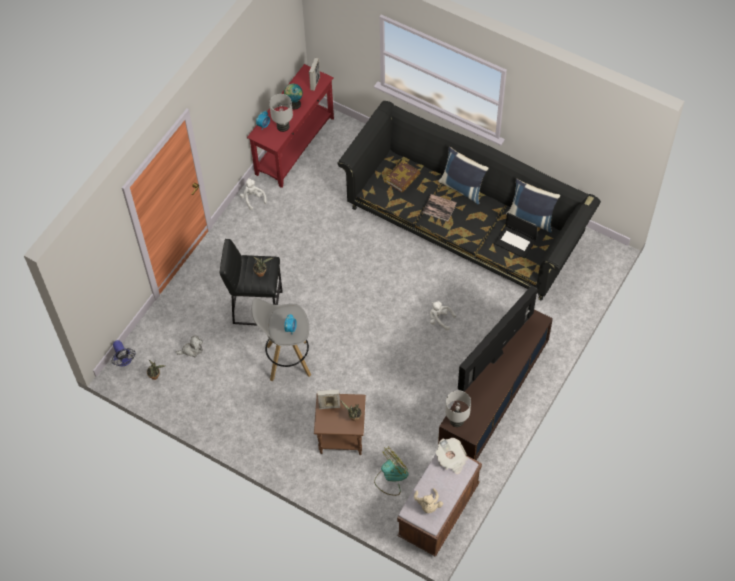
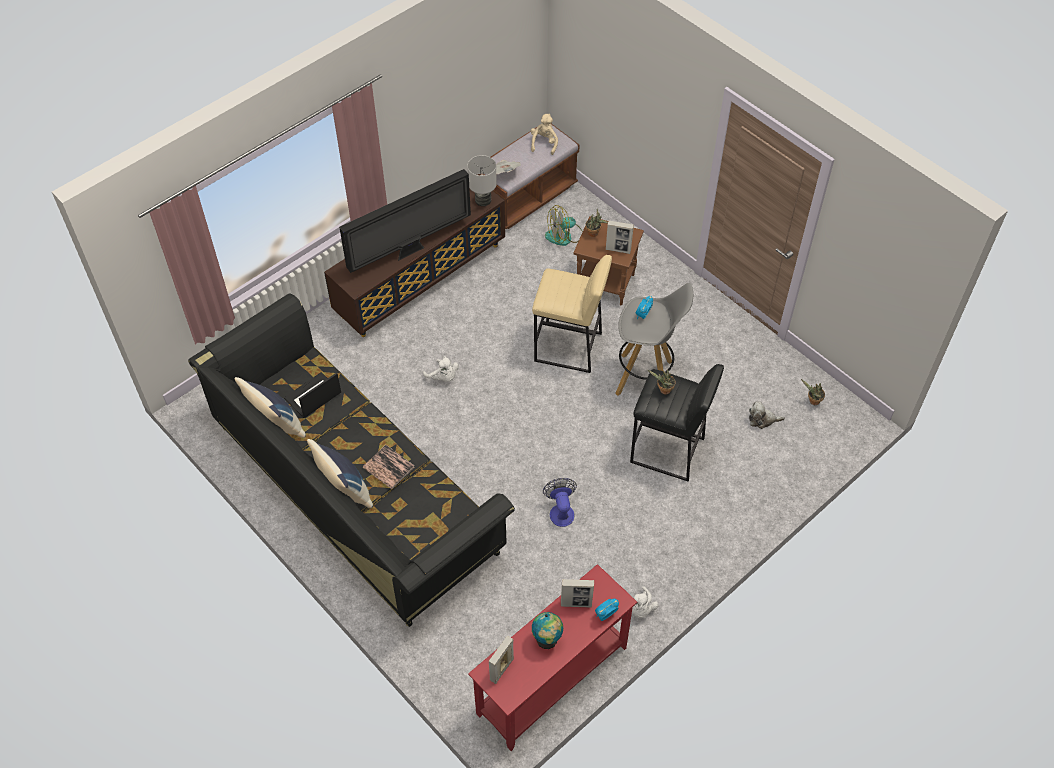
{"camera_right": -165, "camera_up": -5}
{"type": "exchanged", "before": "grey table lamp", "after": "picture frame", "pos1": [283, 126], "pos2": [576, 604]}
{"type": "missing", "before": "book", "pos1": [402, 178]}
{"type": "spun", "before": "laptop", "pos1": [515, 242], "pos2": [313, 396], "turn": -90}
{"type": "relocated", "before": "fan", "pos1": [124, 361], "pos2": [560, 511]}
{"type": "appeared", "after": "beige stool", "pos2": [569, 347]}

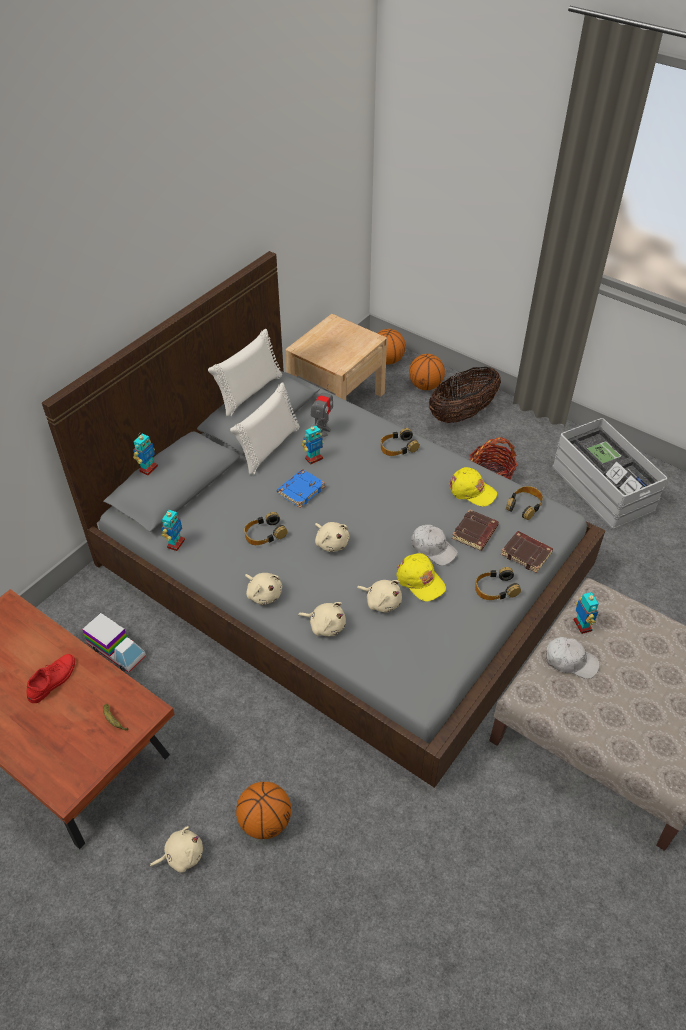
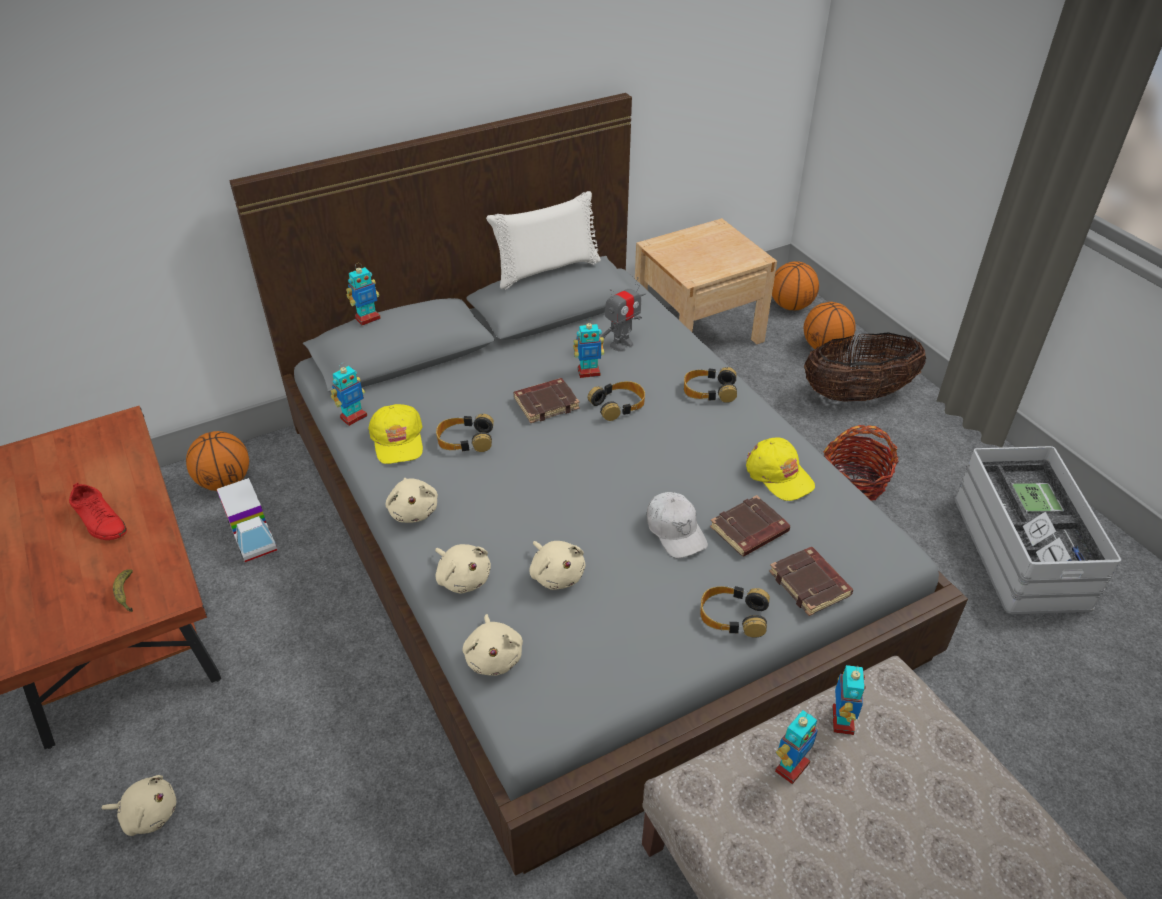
{"camera_right": 25, "camera_up": -5}
{"type": "missing", "before": "white pillow", "pos1": [268, 447]}
{"type": "colour", "before": "blue book", "after": "brown book", "pos1": [301, 490], "pos2": [546, 403]}
{"type": "relocated", "before": "headphones", "pos1": [524, 505], "pos2": [618, 405]}
{"type": "relocated", "before": "beige plush toy", "pos1": [331, 542], "pos2": [494, 656]}
{"type": "relocated", "before": "yellow cap", "pos1": [420, 580], "pos2": [398, 440]}
{"type": "exchanged", "before": "white cap", "after": "toy robot", "pos1": [570, 661], "pos2": [791, 767]}
{"type": "spun", "before": "red shoe", "pos1": [52, 680], "pos2": [100, 521], "turn": 75}
{"type": "relocated", "before": "basketball", "pos1": [265, 822], "pos2": [225, 482]}

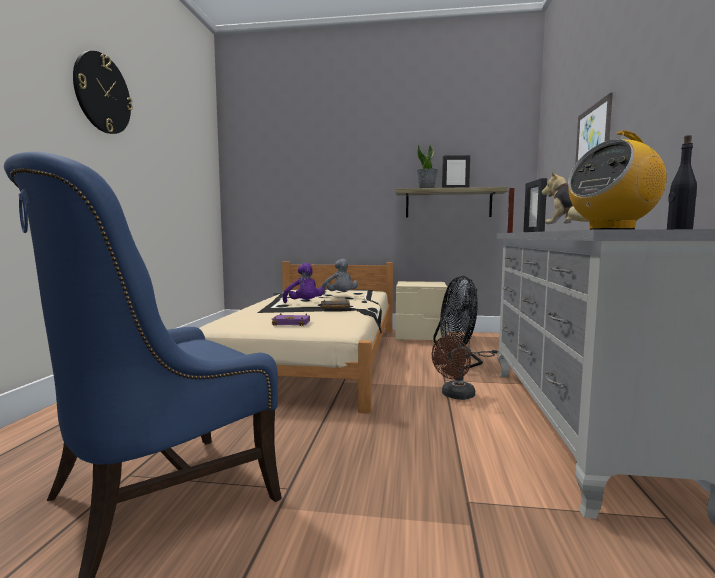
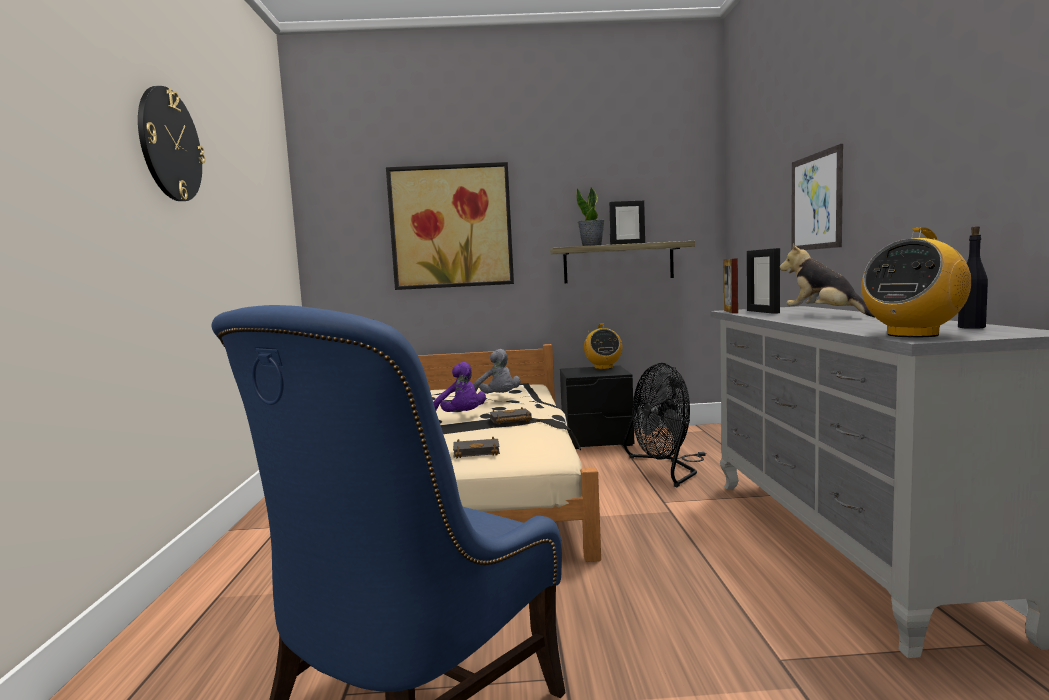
{"camera_right": -10, "camera_up": 0}
{"type": "colour", "before": "beige nightstand", "after": "black nightstand", "pos1": [420, 336], "pos2": [596, 440]}
{"type": "colour", "before": "purple book", "after": "black book", "pos1": [292, 323], "pos2": [477, 452]}
{"type": "missing", "before": "brown fan", "pos1": [455, 396]}
{"type": "appeared", "after": "picture", "pos2": [451, 227]}
{"type": "appeared", "after": "radio", "pos2": [603, 367]}

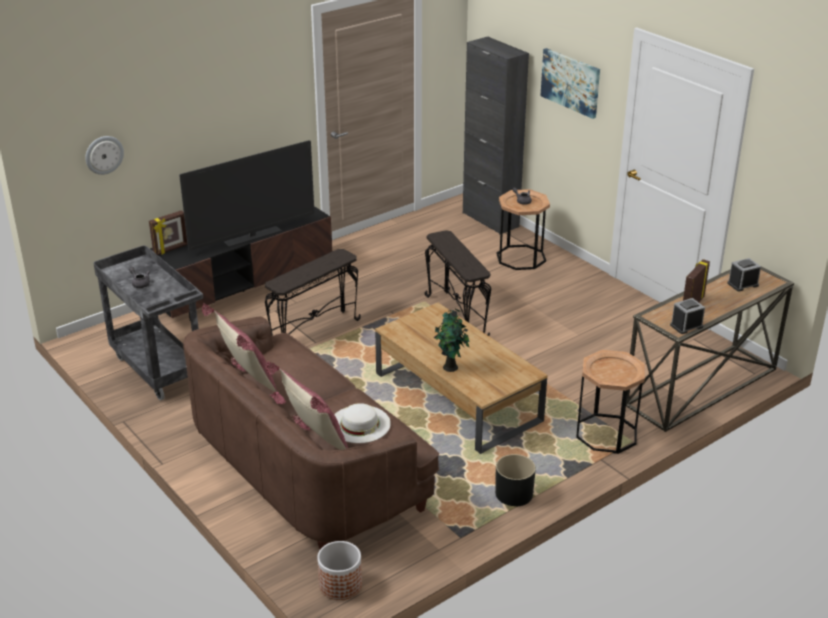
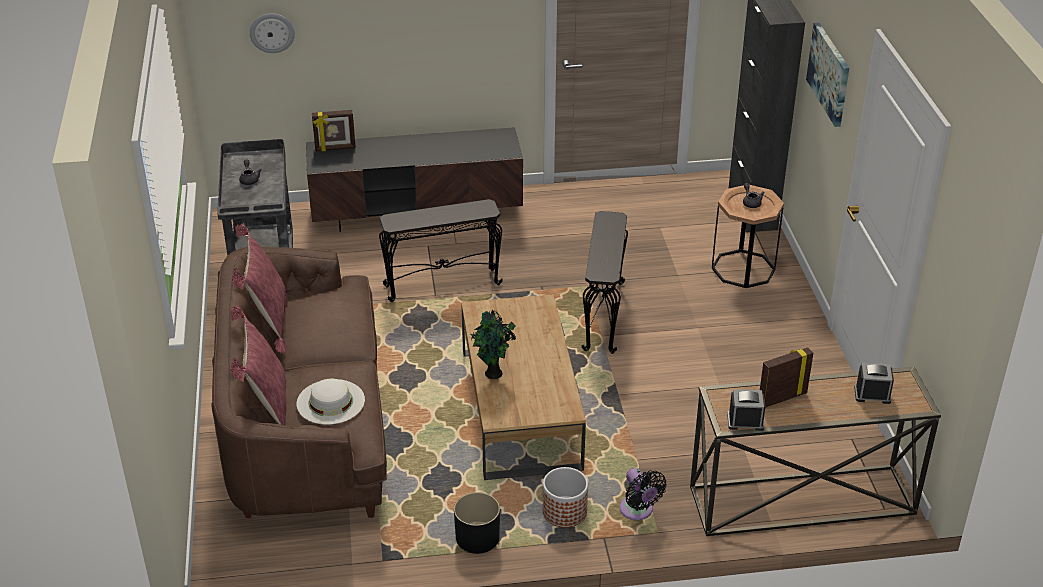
{"camera_right": 30, "camera_up": 5}
{"type": "missing", "before": "television", "pos1": [252, 237]}
{"type": "exchanged", "before": "brown side table", "after": "black fan", "pos1": [606, 433], "pos2": [638, 511]}
{"type": "relocated", "before": "planter", "pos1": [340, 584], "pos2": [565, 511]}

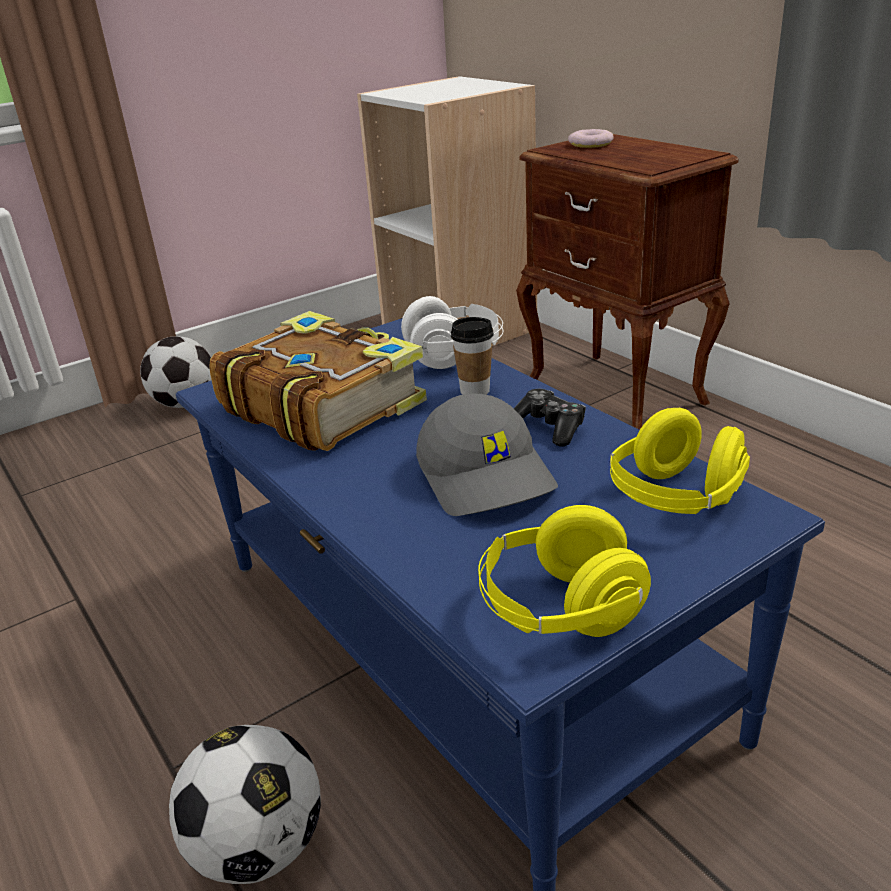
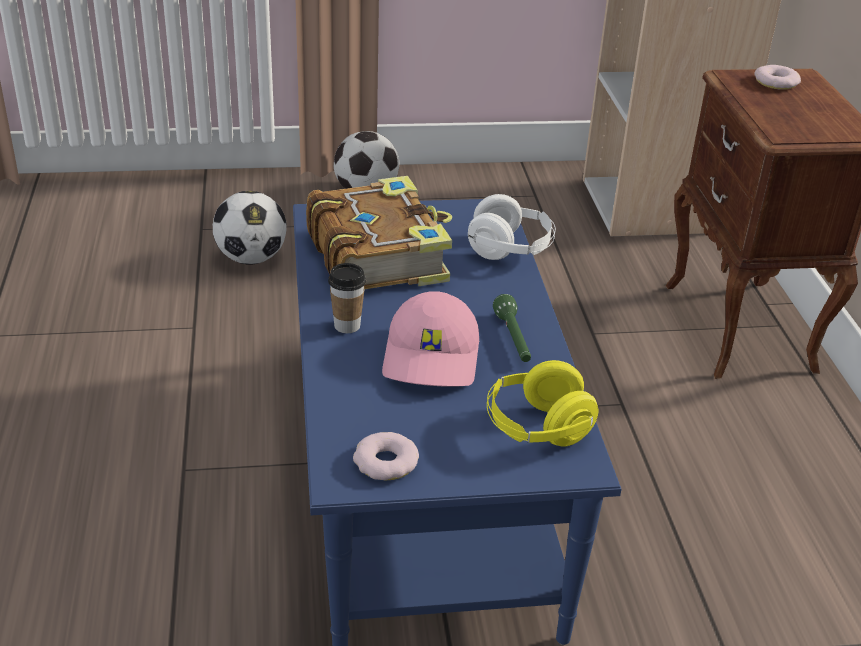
{"camera_right": 25, "camera_up": 5}
{"type": "relocated", "before": "cup", "pos1": [475, 391], "pos2": [347, 325]}
{"type": "exchanged", "before": "game controller", "after": "green flashlight", "pos1": [549, 427], "pos2": [513, 339]}
{"type": "colour", "before": "grey cap", "after": "pink cap", "pos1": [488, 476], "pos2": [433, 358]}
{"type": "exchanged", "before": "yellow headphones", "after": "donut", "pos1": [560, 610], "pos2": [386, 462]}
{"type": "relocated", "before": "football", "pos1": [258, 848], "pos2": [251, 258]}

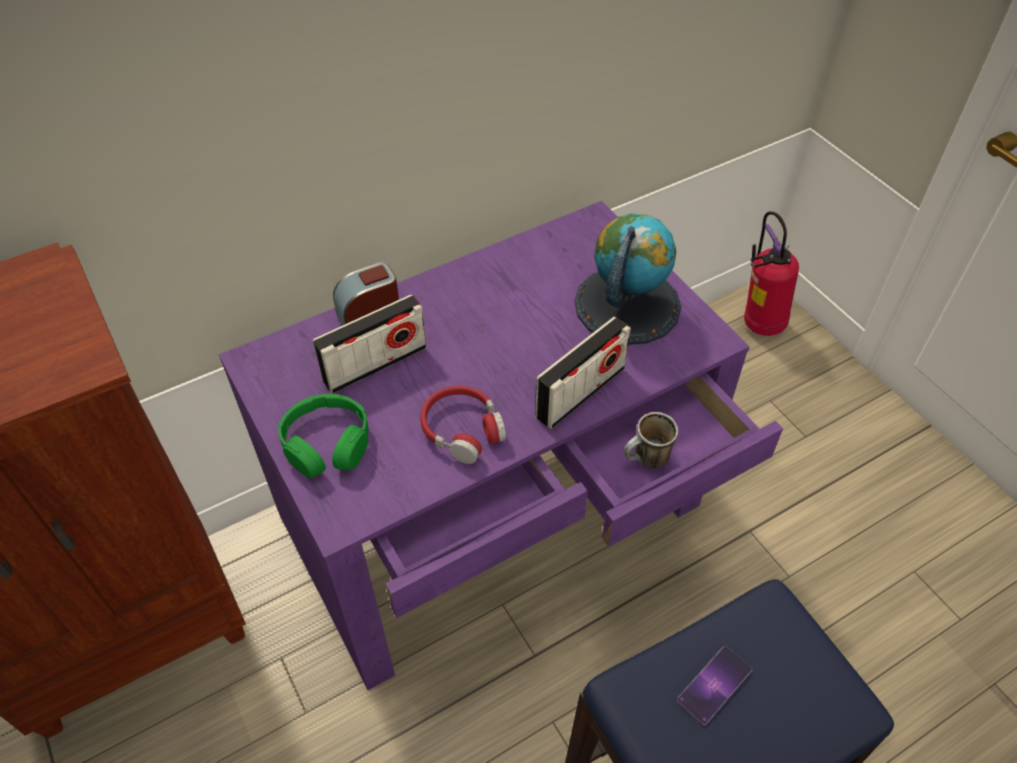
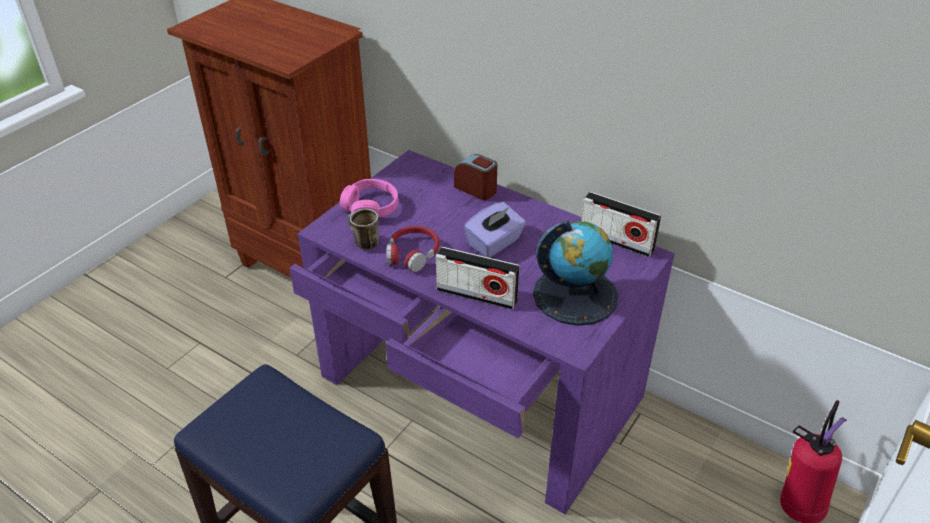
{"camera_right": 65, "camera_up": -10}
{"type": "relocated", "before": "radio", "pos1": [375, 364], "pos2": [616, 241]}
{"type": "colour", "before": "green headphones", "after": "pink headphones", "pos1": [327, 444], "pos2": [370, 208]}
{"type": "relocated", "before": "mug", "pos1": [646, 461], "pos2": [363, 242]}
{"type": "missing", "before": "phone", "pos1": [714, 685]}
{"type": "appeared", "after": "purple tissue box", "pos2": [494, 243]}

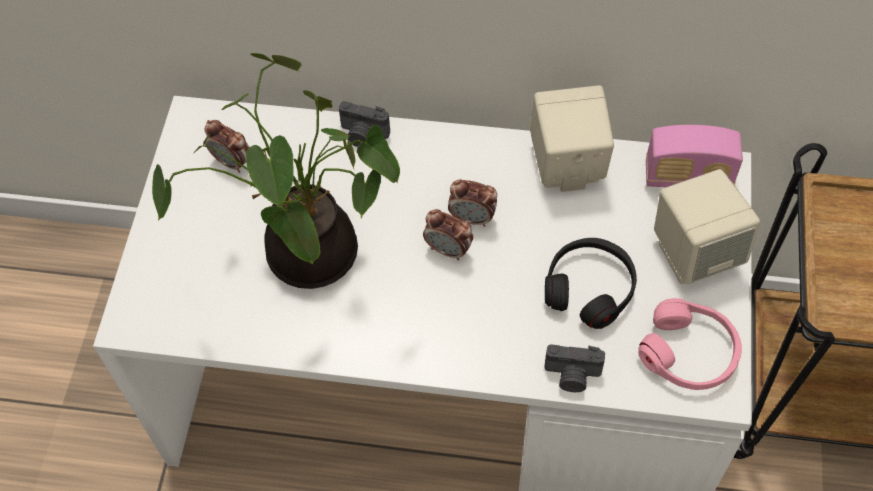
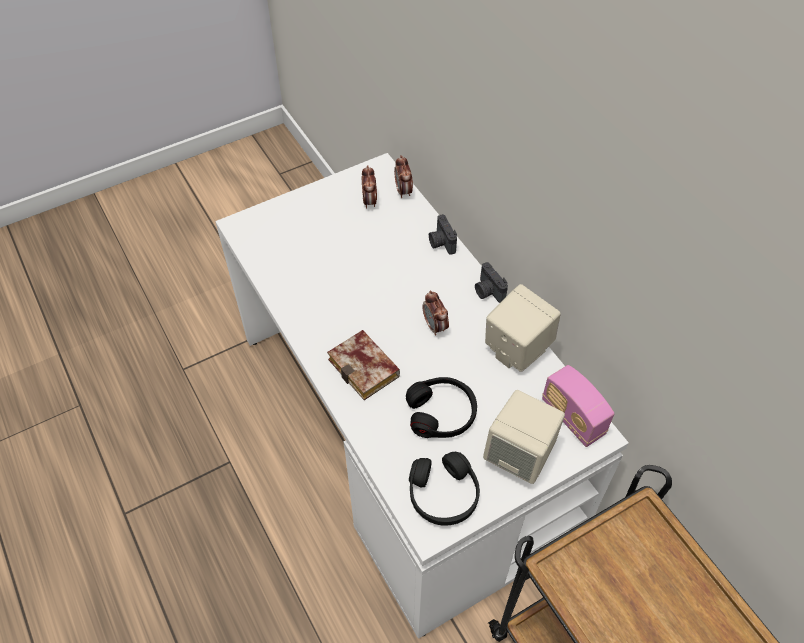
{"camera_right": 50, "camera_up": -5}
{"type": "missing", "before": "potted plant", "pos1": [305, 258]}
{"type": "relocated", "before": "alarm clock", "pos1": [448, 250], "pos2": [403, 191]}
{"type": "colour", "before": "pink headphones", "after": "black headphones", "pos1": [689, 352], "pos2": [443, 494]}
{"type": "relocated", "before": "photo camera", "pos1": [572, 376], "pos2": [488, 291]}
{"type": "appeared", "after": "book", "pos2": [367, 369]}

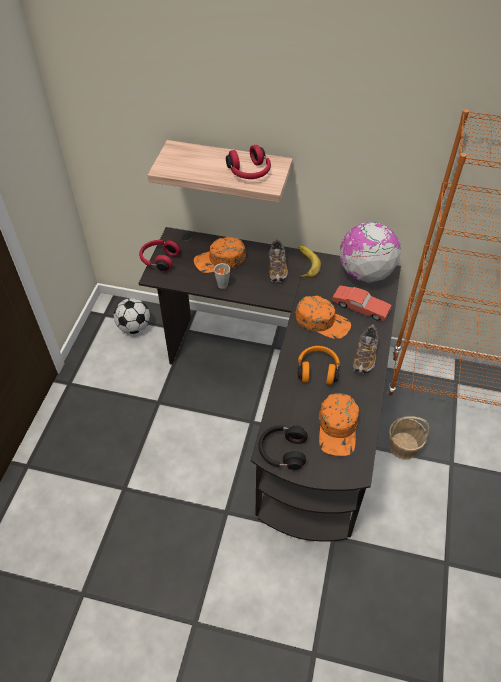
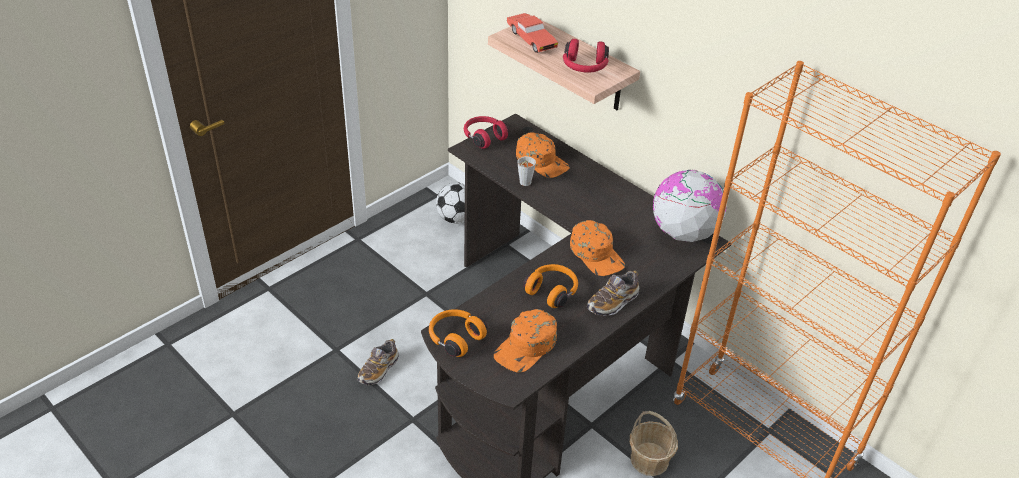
{"camera_right": 30, "camera_up": -10}
{"type": "spun", "before": "orange cap", "pos1": [220, 260], "pos2": [542, 161], "turn": -150}
{"type": "relocated", "before": "shoe", "pos1": [277, 268], "pos2": [379, 370]}
{"type": "missing", "before": "banana", "pos1": [304, 264]}
{"type": "relocated", "before": "red toy car", "pos1": [360, 308], "pos2": [531, 40]}
{"type": "colour", "before": "black headphones", "after": "orange headphones", "pos1": [282, 451], "pos2": [455, 338]}

